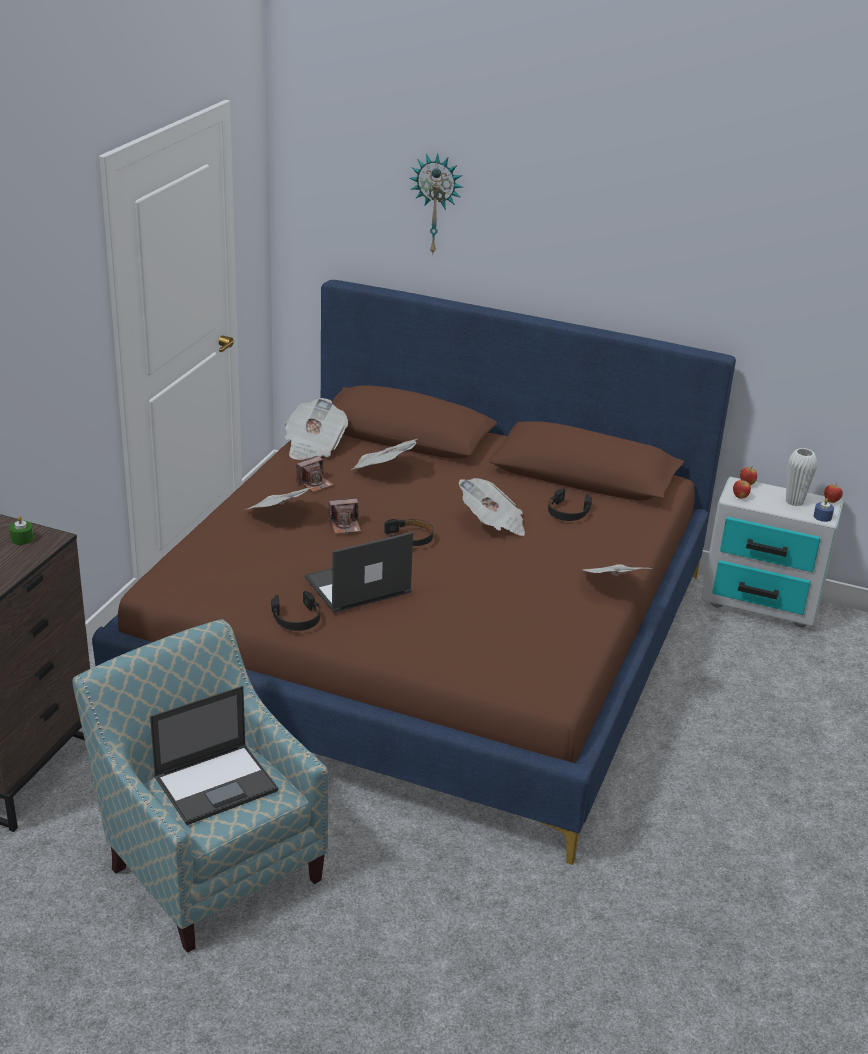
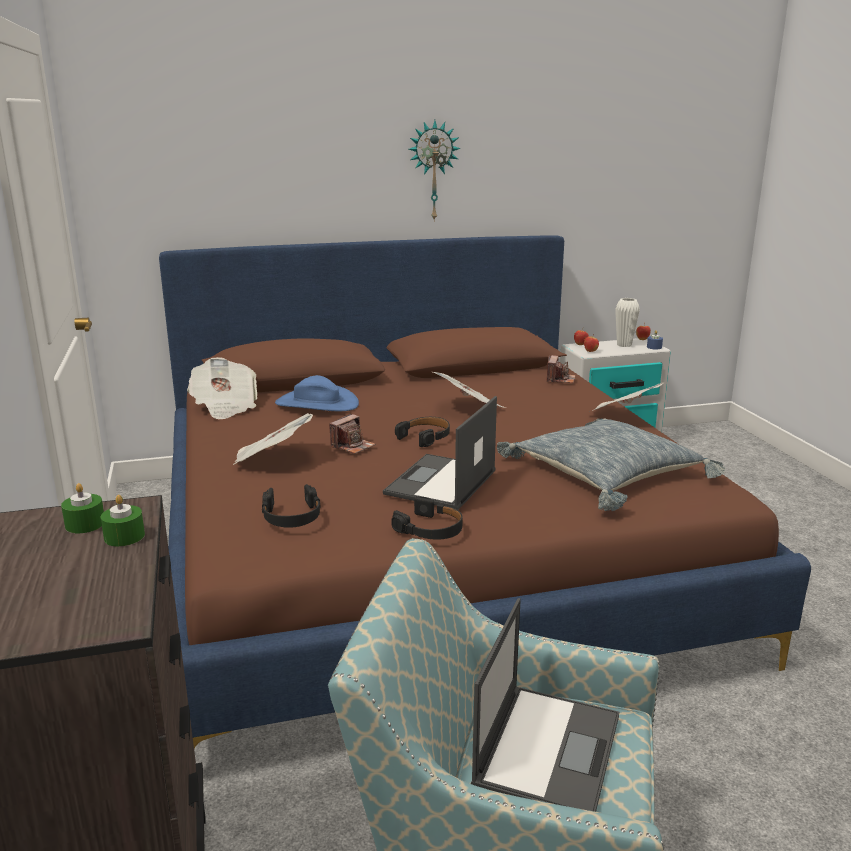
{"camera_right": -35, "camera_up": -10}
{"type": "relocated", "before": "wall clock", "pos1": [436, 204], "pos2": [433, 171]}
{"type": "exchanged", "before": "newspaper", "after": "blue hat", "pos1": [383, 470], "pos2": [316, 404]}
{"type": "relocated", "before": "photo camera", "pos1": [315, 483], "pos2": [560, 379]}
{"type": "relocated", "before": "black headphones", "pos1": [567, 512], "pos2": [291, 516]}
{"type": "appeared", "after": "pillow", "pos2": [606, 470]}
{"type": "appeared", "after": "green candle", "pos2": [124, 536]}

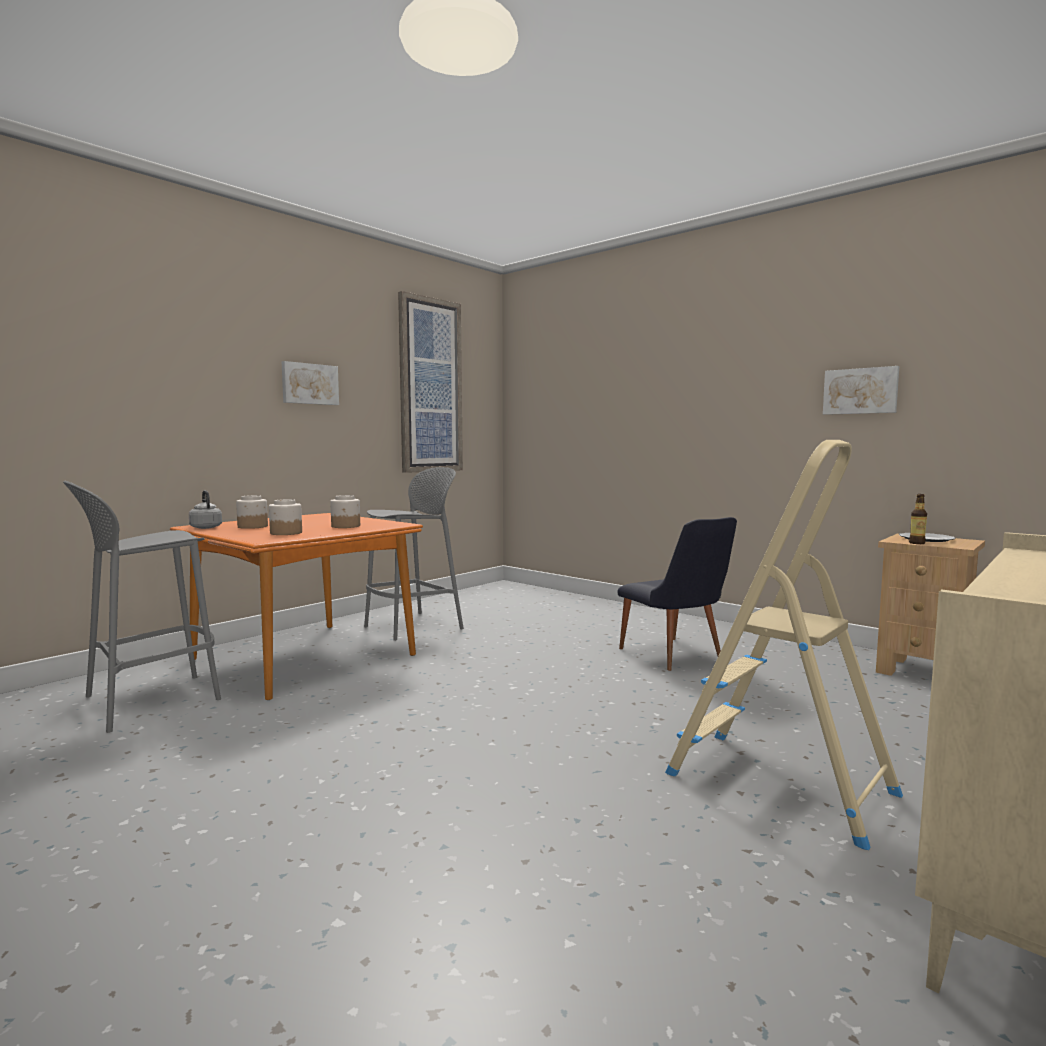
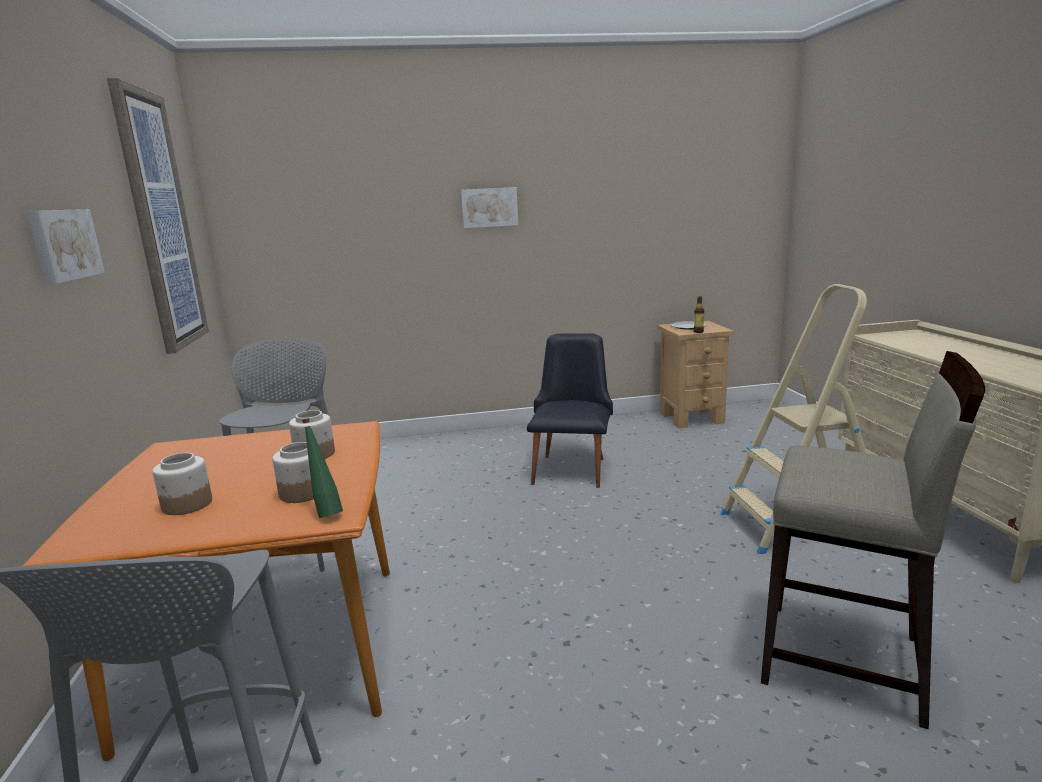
{"camera_right": -50, "camera_up": 10}
{"type": "relocated", "before": "picture", "pos1": [860, 391], "pos2": [489, 207]}
{"type": "missing", "before": "grey kettle", "pos1": [205, 527]}
{"type": "spun", "before": "black chair", "pos1": [676, 657], "pos2": [572, 467], "turn": -90}
{"type": "appeared", "after": "beige stool", "pos2": [844, 661]}
{"type": "appeared", "after": "green bottle", "pos2": [326, 513]}

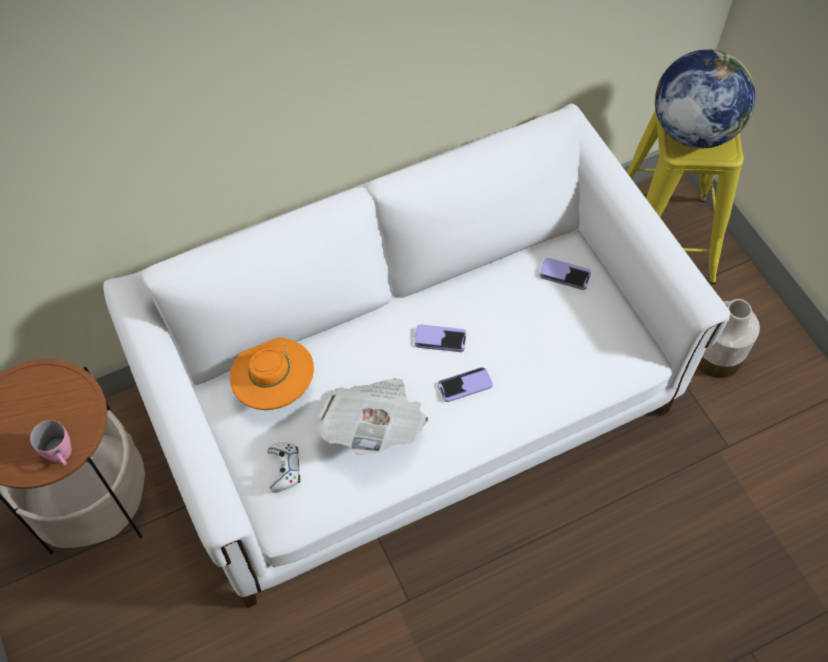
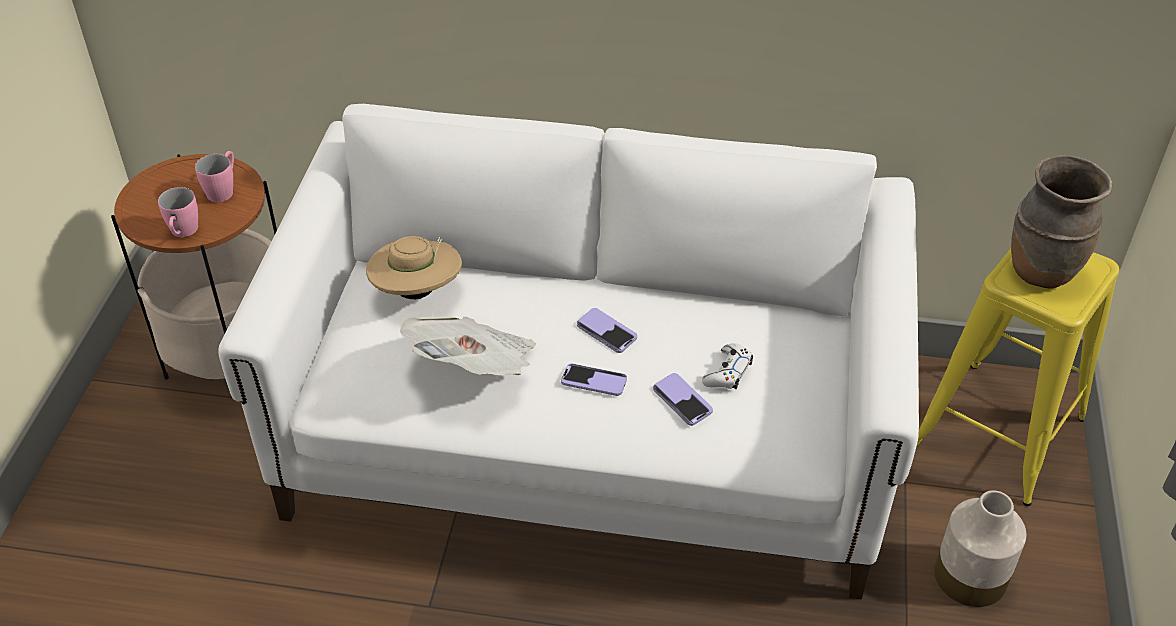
{"camera_right": 35, "camera_up": -15}
{"type": "exchanged", "before": "globe", "after": "brown vase", "pos1": [692, 131], "pos2": [1041, 270]}
{"type": "relocated", "before": "phone", "pos1": [565, 275], "pos2": [682, 400]}
{"type": "colour", "before": "orange hat", "after": "beige hat", "pos1": [275, 387], "pos2": [417, 291]}
{"type": "relocated", "before": "white game controller", "pos1": [284, 469], "pos2": [728, 372]}
{"type": "appeared", "after": "pink mug", "pos2": [223, 189]}

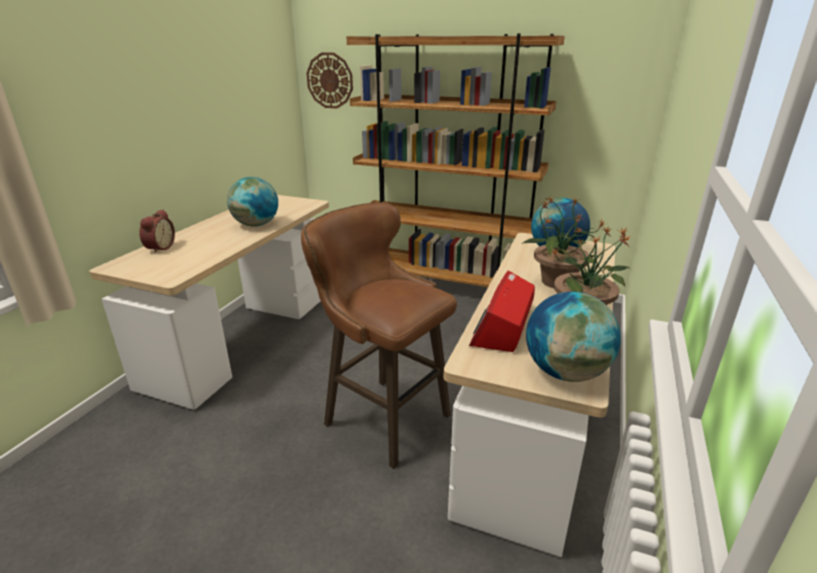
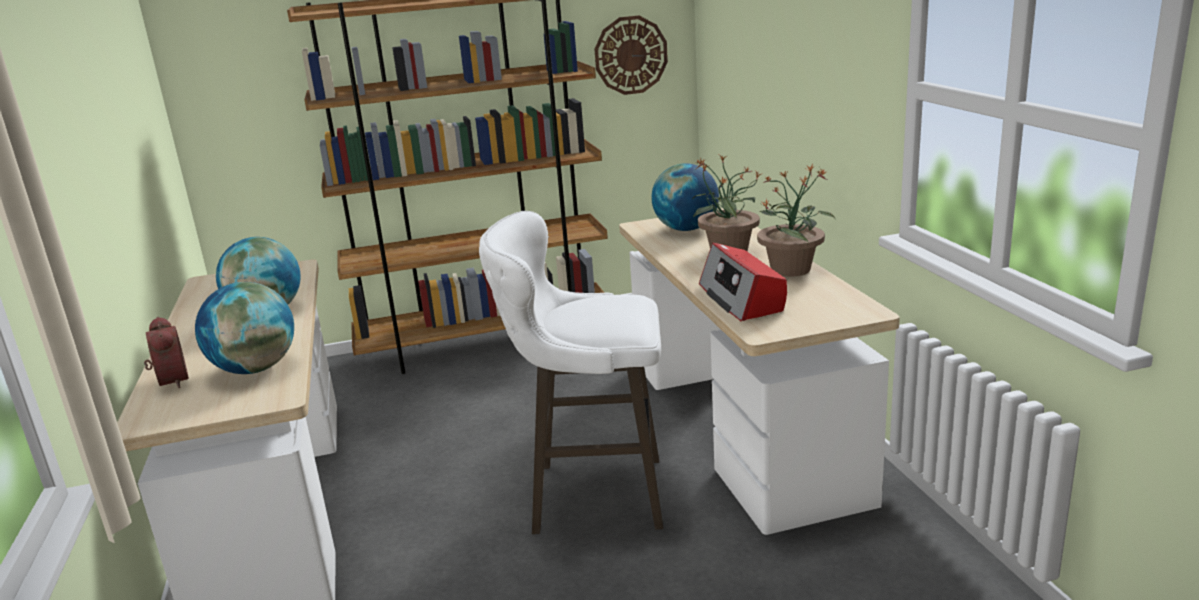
{"camera_right": -35, "camera_up": -5}
{"type": "relocated", "before": "wall clock", "pos1": [330, 80], "pos2": [631, 55]}
{"type": "colour", "before": "brown stool", "after": "white stool", "pos1": [383, 417], "pos2": [591, 495]}
{"type": "relocated", "before": "globe", "pos1": [565, 372], "pos2": [255, 369]}

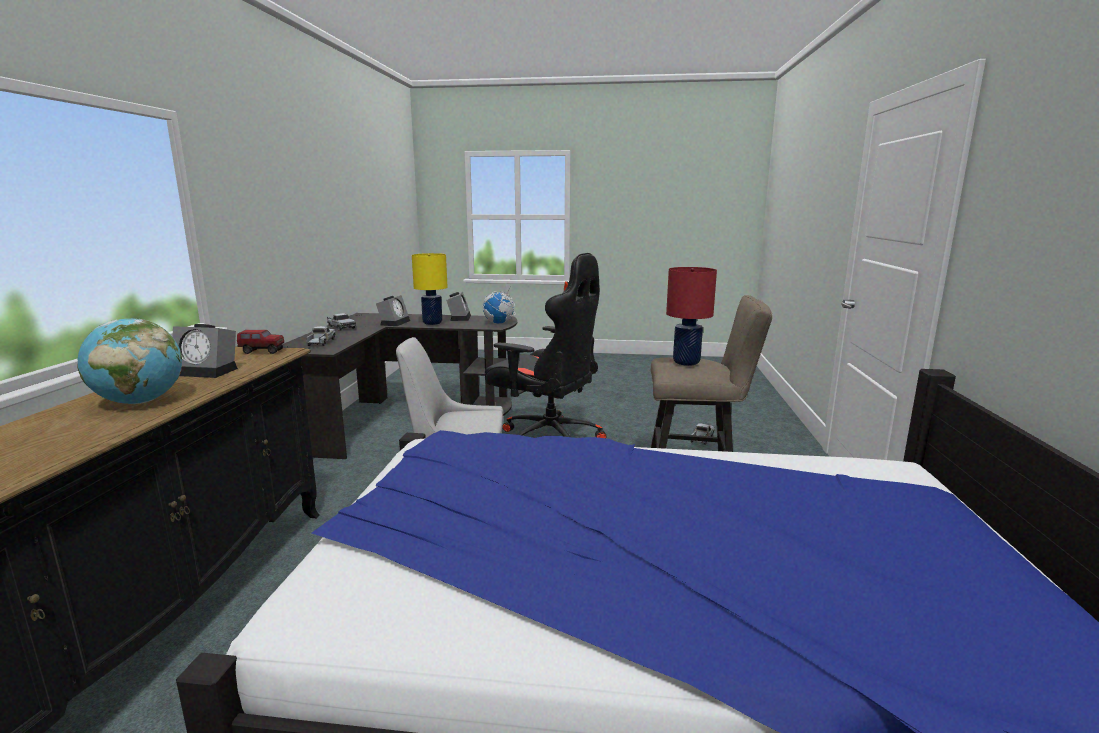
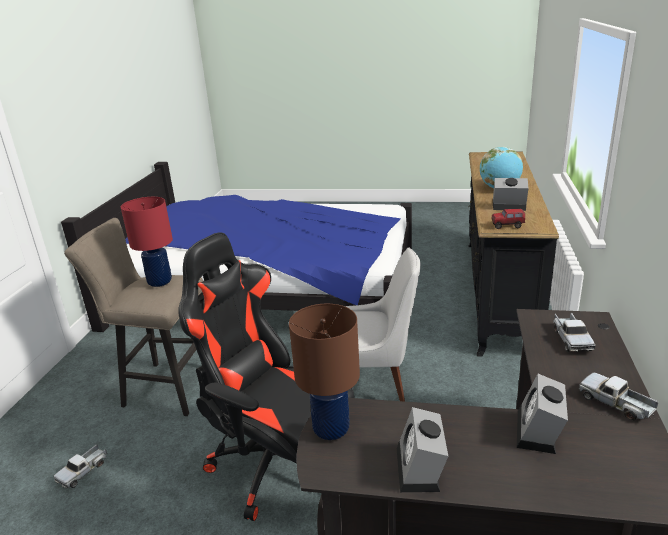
{"camera_right": -175, "camera_up": 10}
{"type": "missing", "before": "yellow table lamp", "pos1": [432, 324]}
{"type": "exchanged", "before": "globe", "after": "brown table lamp", "pos1": [499, 323], "pos2": [332, 431]}

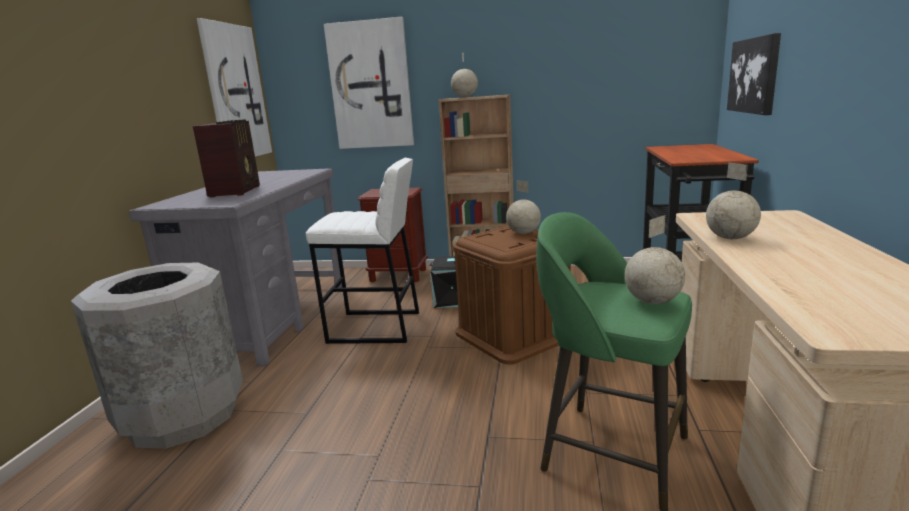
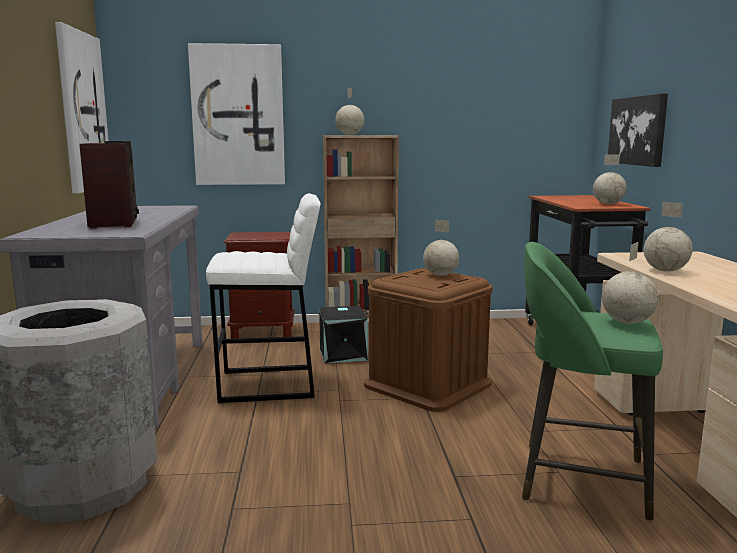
{"camera_right": -15, "camera_up": -5}
{"type": "appeared", "after": "globe", "pos2": [607, 204]}

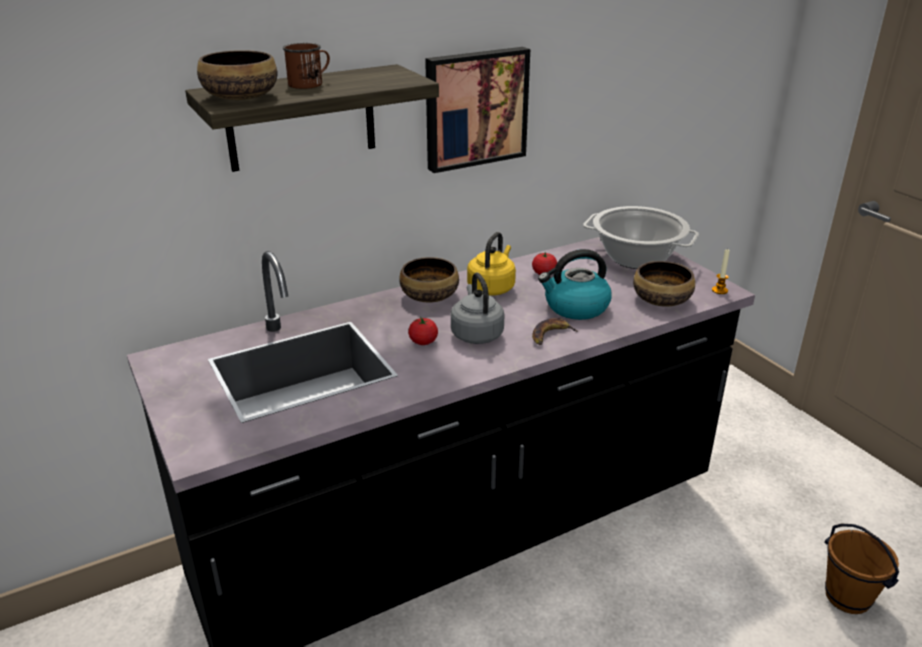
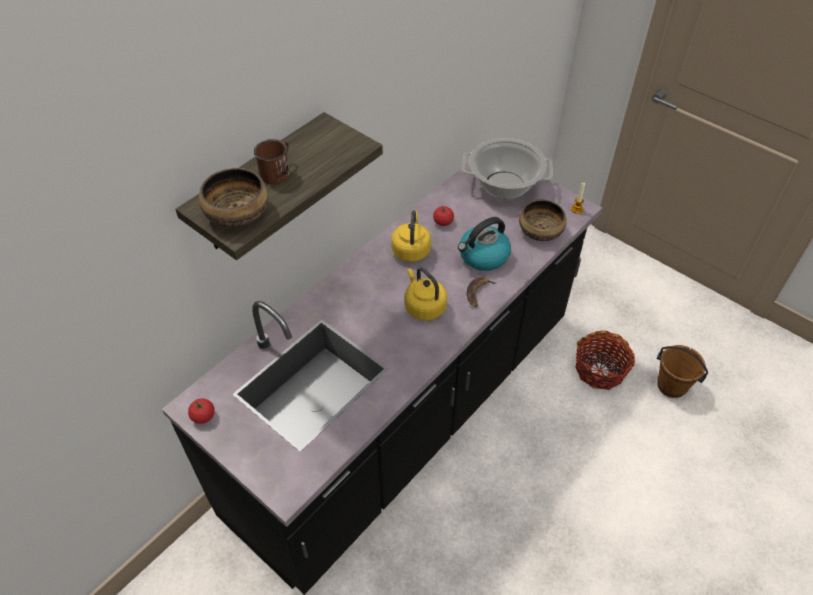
{"camera_right": -20, "camera_up": 20}
{"type": "missing", "before": "picture", "pos1": [475, 108]}
{"type": "missing", "before": "bowl", "pos1": [430, 295]}
{"type": "colour", "before": "grey kettle", "after": "yellow kettle", "pos1": [476, 333], "pos2": [424, 306]}
{"type": "relocated", "before": "tomato", "pos1": [423, 342], "pos2": [203, 416]}
{"type": "appeared", "after": "basket", "pos2": [600, 370]}

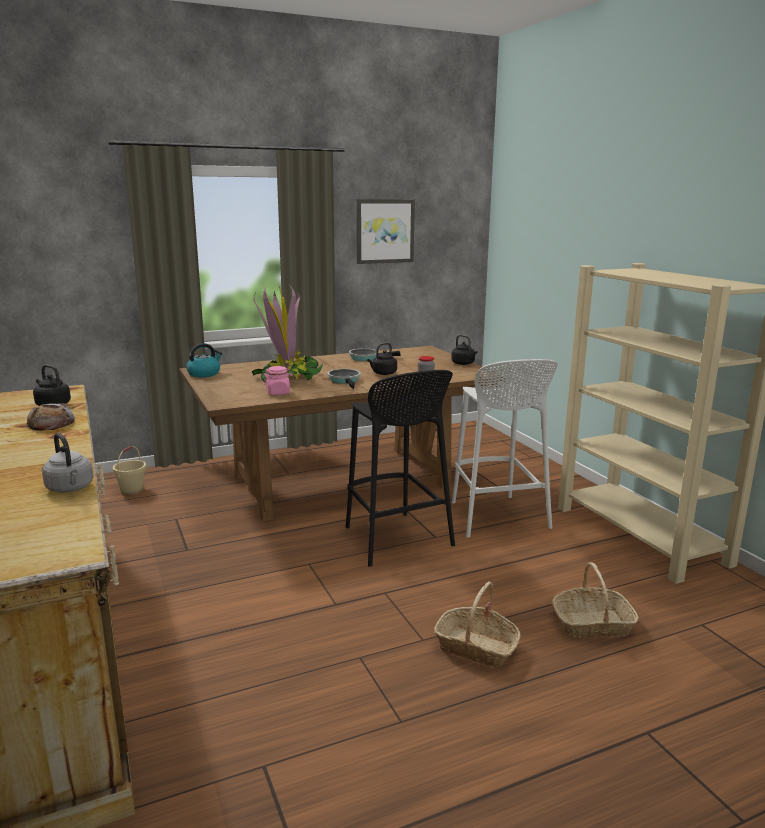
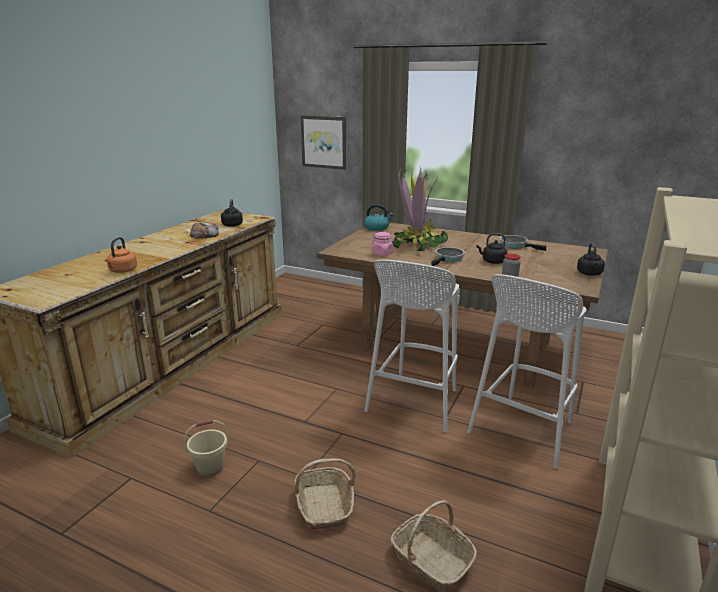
{"camera_right": 50, "camera_up": 5}
{"type": "relocated", "before": "picture", "pos1": [384, 231], "pos2": [324, 142]}
{"type": "colour", "before": "black stool", "after": "white stool", "pos1": [395, 539], "pos2": [415, 403]}
{"type": "colour", "before": "grey kettle", "after": "orange kettle", "pos1": [71, 488], "pos2": [122, 271]}
{"type": "relocated", "before": "beige bucket", "pos1": [132, 490], "pos2": [210, 467]}

